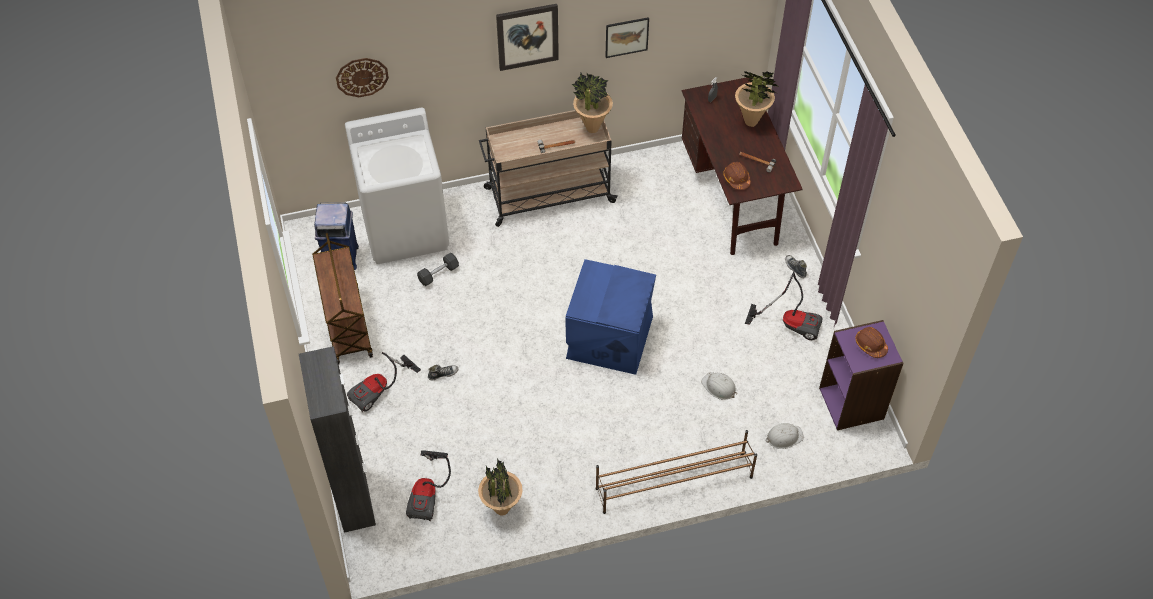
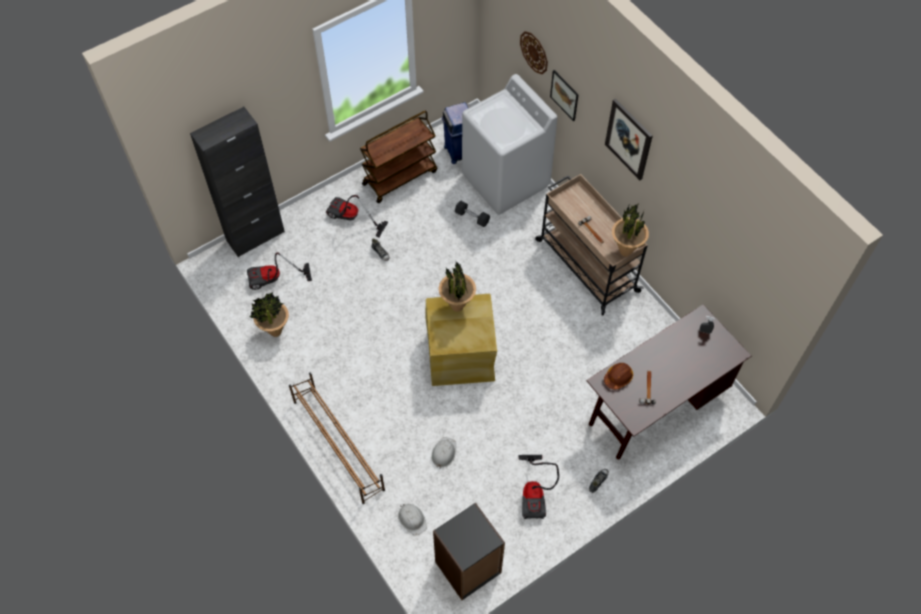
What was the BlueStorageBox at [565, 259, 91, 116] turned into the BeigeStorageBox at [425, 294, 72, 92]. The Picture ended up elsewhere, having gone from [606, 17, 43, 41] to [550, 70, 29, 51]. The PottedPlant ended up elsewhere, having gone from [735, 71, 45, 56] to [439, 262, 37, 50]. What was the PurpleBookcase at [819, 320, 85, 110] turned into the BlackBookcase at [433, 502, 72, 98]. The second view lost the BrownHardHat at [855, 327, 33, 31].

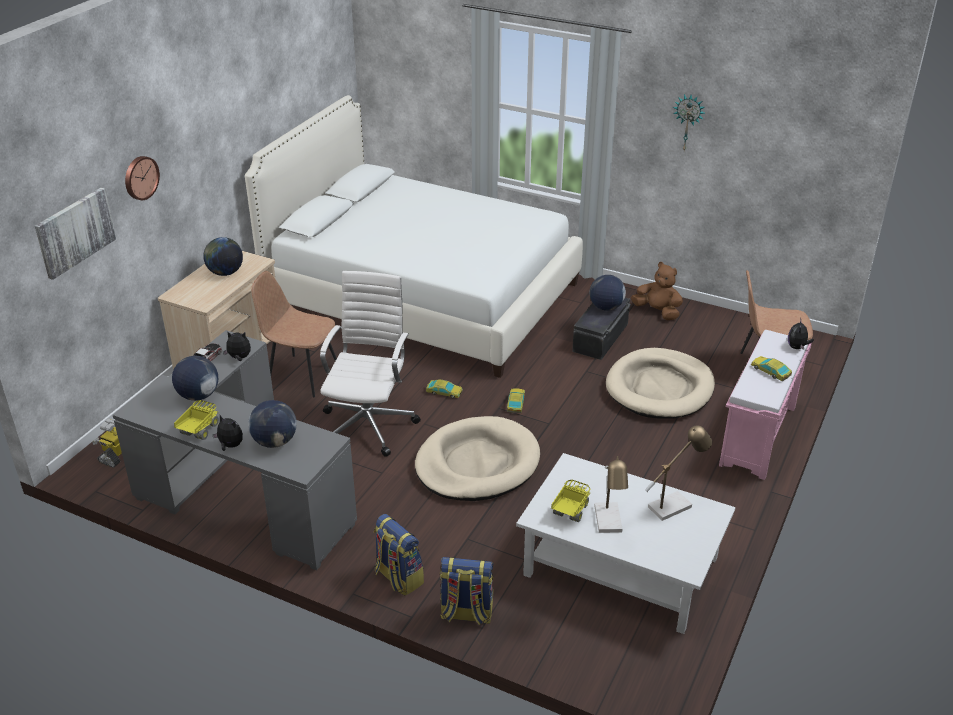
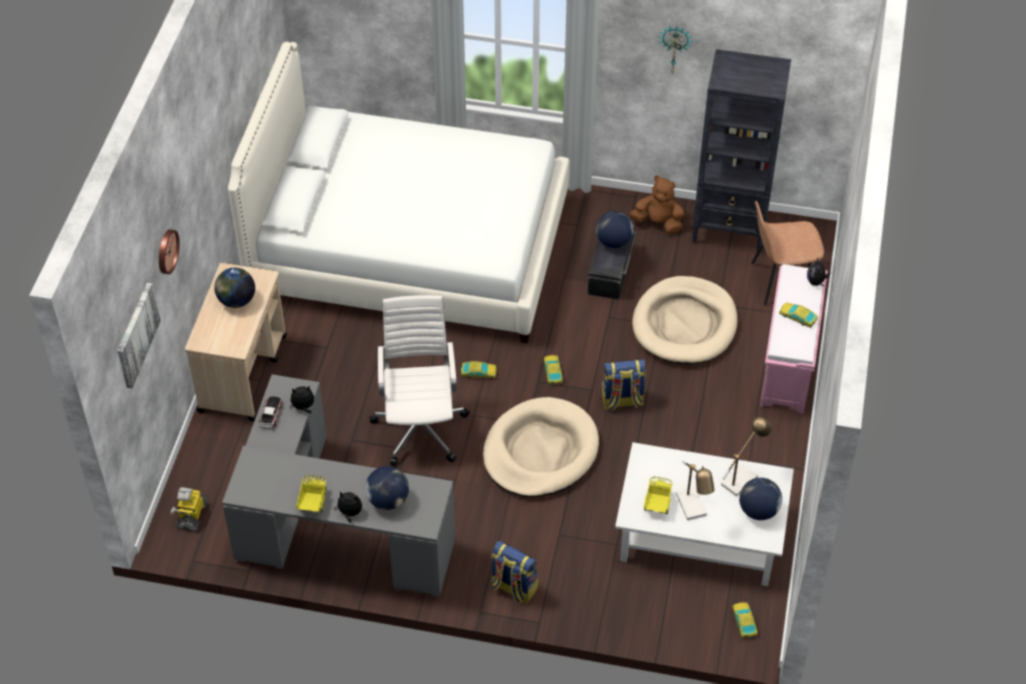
The Globe ended up elsewhere, having gone from [172, 356, 46, 45] to [739, 478, 43, 42]. The second view lost the BrownChair at [251, 271, 86, 126]. The Backpack ended up elsewhere, having gone from [440, 557, 53, 68] to [602, 359, 44, 52]. The second view gained the BlackBookcase at [692, 49, 99, 202]. The second view gained the ToyCar at [732, 602, 25, 37].

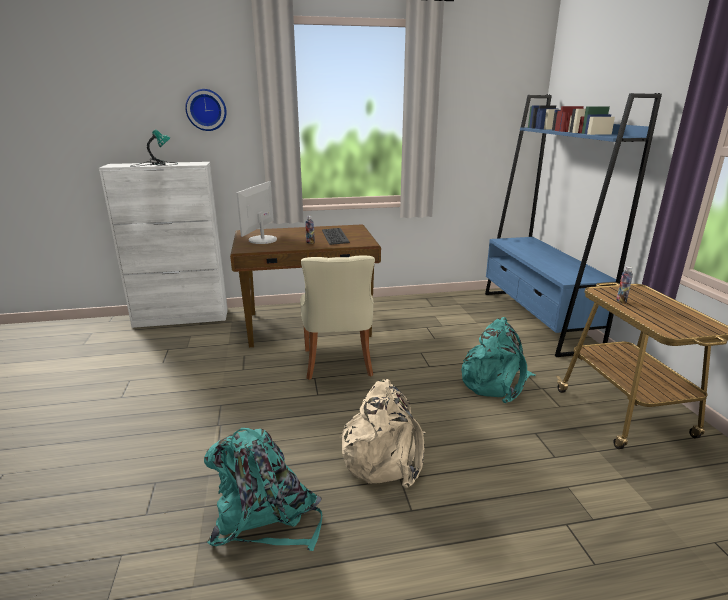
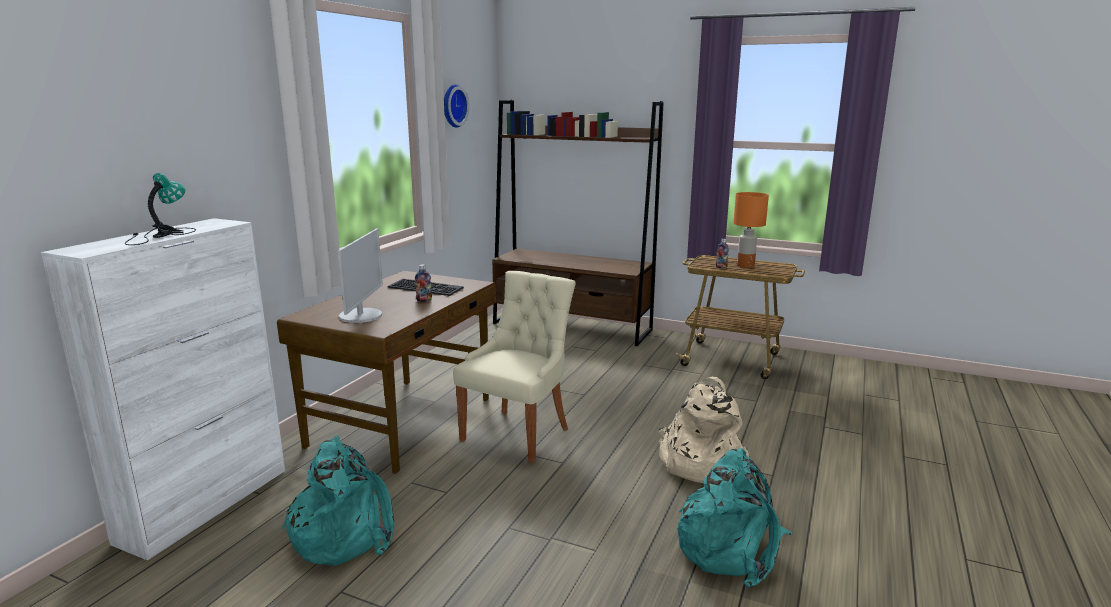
The WallClock ended up elsewhere, having gone from [185, 89, 42, 42] to [444, 84, 25, 44]. The Monitor at [236, 181, 41, 63] ended up facing another way, 135 degrees counterclockwise from before. The BeigeChair at [300, 255, 75, 125] ended up facing another way, 90 degrees counterclockwise from before. The TurquoiseBackpack ended up elsewhere, having gone from [461, 317, 75, 86] to [281, 436, 113, 130]. What was the BlueBookcase at [485, 93, 177, 264] turned into the BrownBookcase at [492, 100, 172, 246]. The second view gained the OrangeTableLamp at [733, 192, 36, 76].

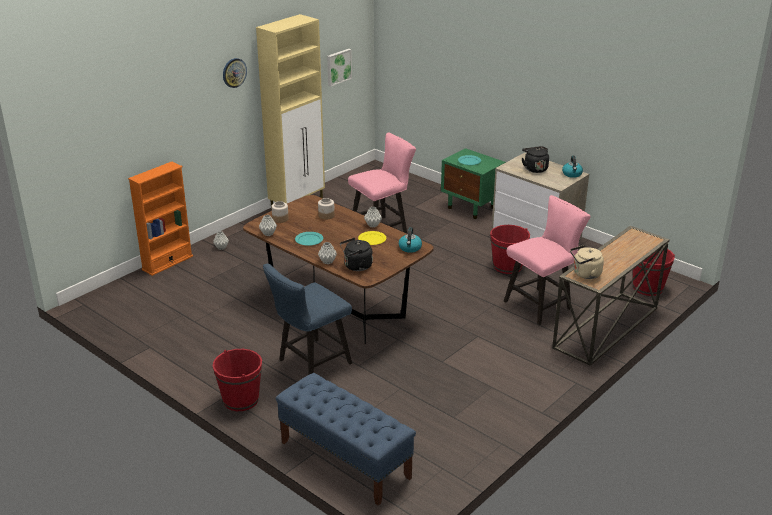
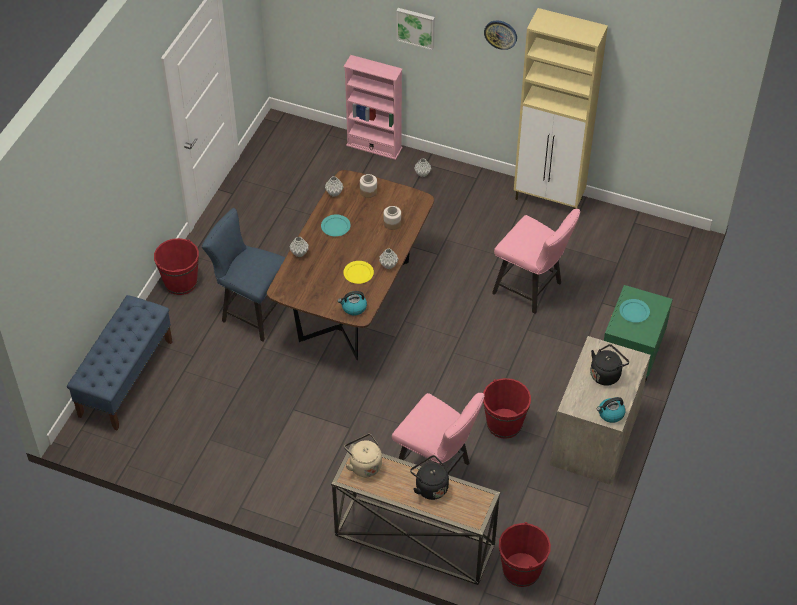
What was the OrangeBookcase at [128, 162, 65, 114] turned into the PinkBookcase at [343, 55, 60, 105]. The Picture ended up elsewhere, having gone from [327, 49, 25, 37] to [396, 8, 39, 42]. The BlackKettle ended up elsewhere, having gone from [340, 238, 33, 33] to [410, 455, 39, 45].

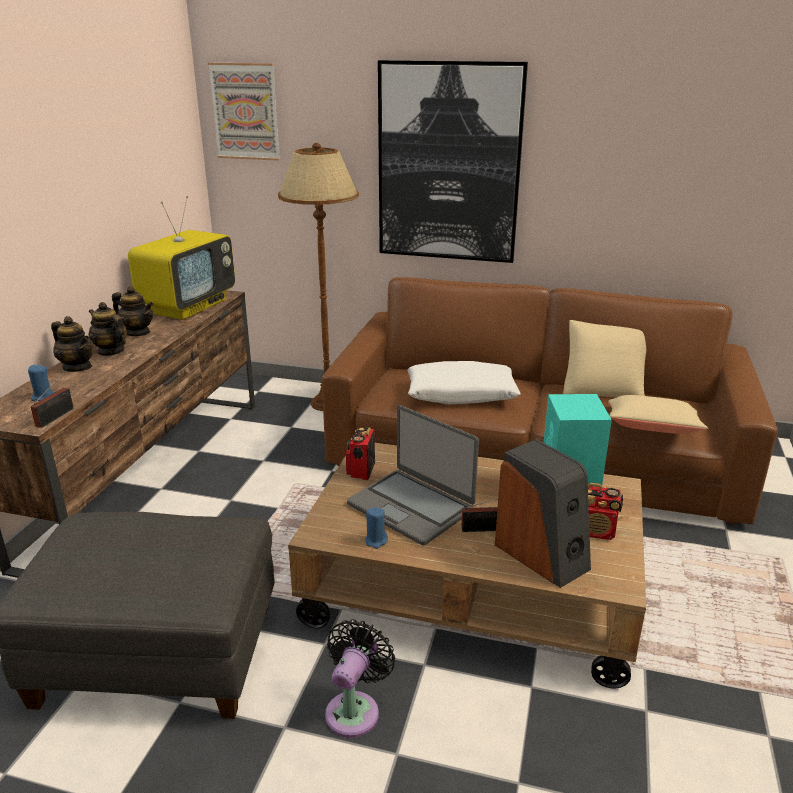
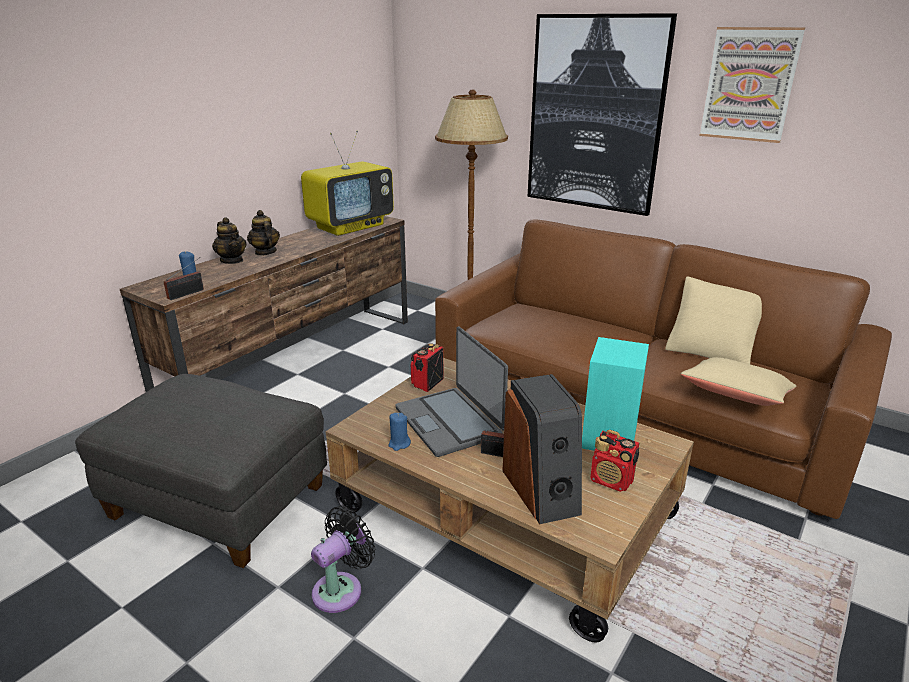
The second view lost the Teapot at [112, 286, 42, 50]. The Picture ended up elsewhere, having gone from [208, 63, 72, 98] to [699, 27, 106, 116]. The second view lost the WhitePillow at [407, 361, 114, 44].

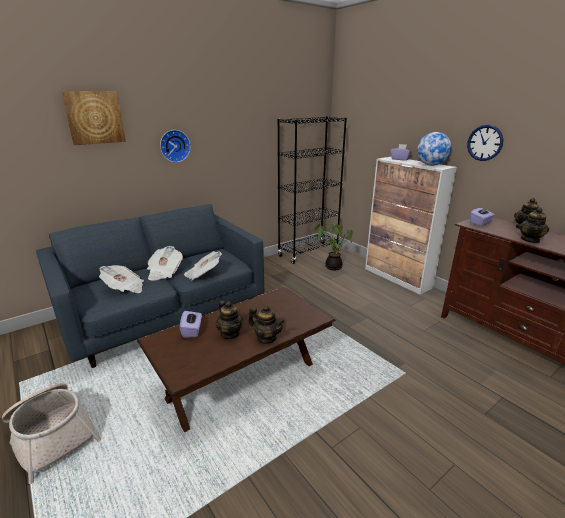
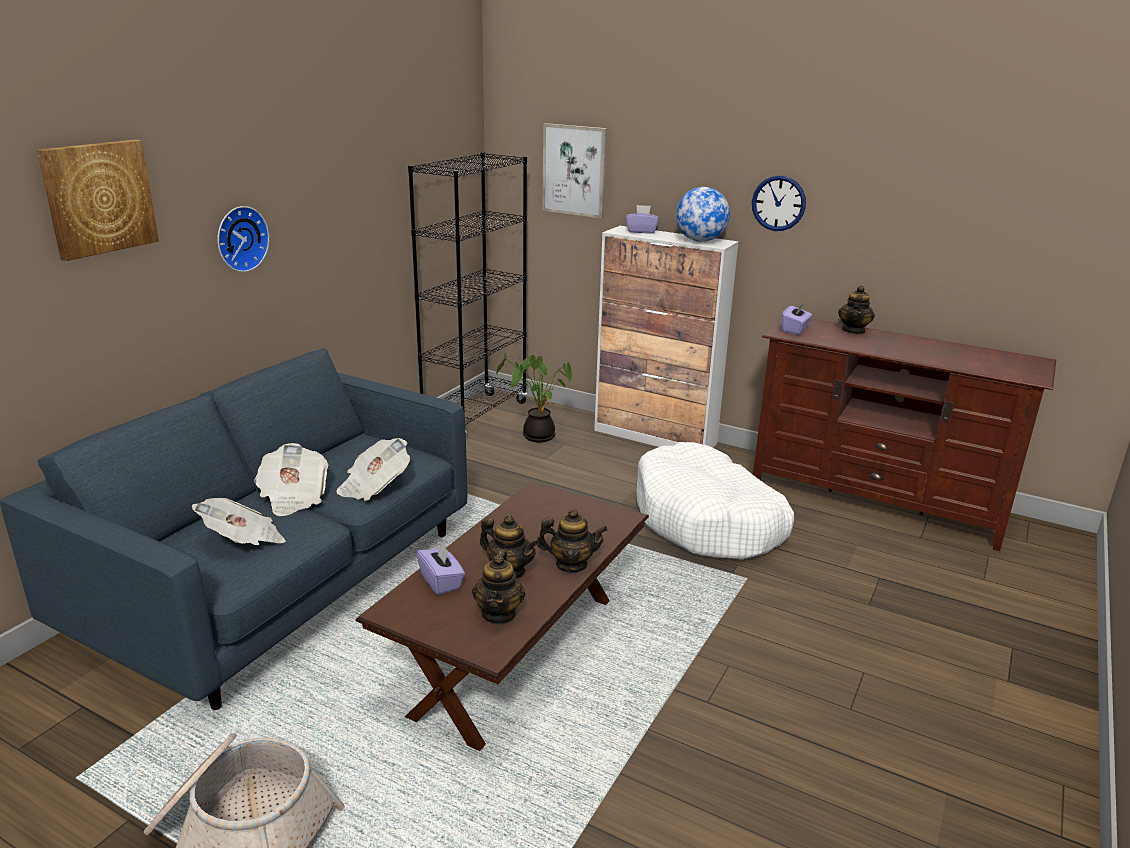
The Teapot ended up elsewhere, having gone from [519, 207, 30, 36] to [472, 550, 53, 75]. The second view gained the Picture at [542, 123, 65, 95]. The second view gained the WhiteDogBed at [637, 442, 157, 118].

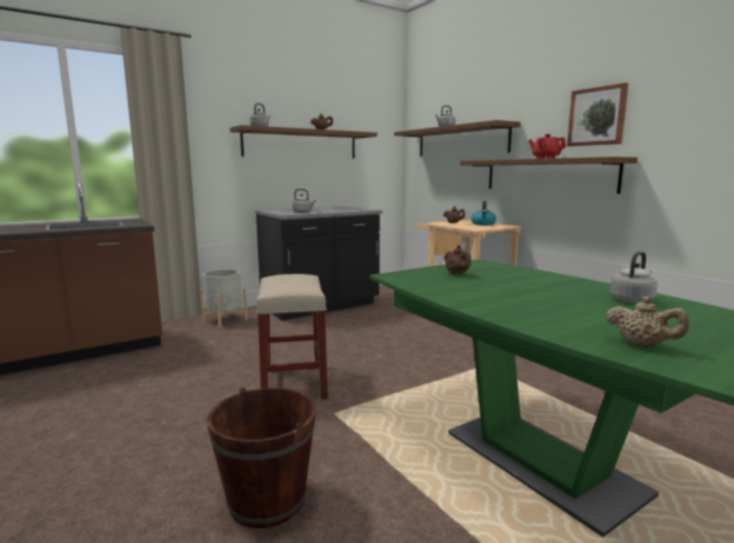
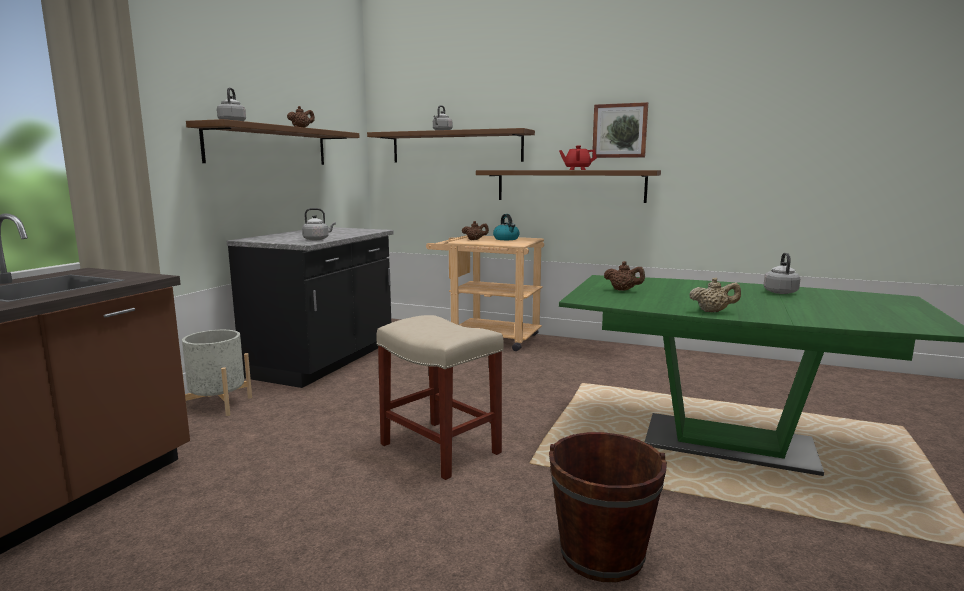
The BeigeTeapot ended up elsewhere, having gone from [606, 296, 83, 51] to [689, 277, 52, 35].

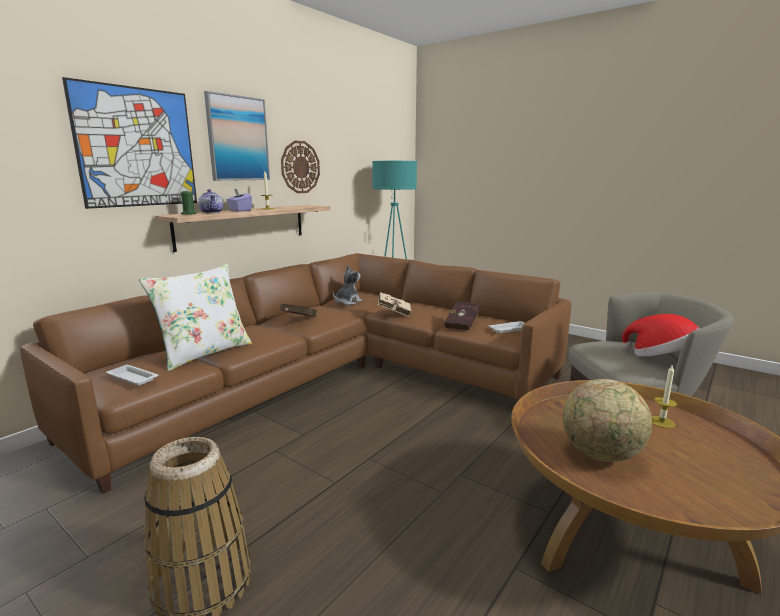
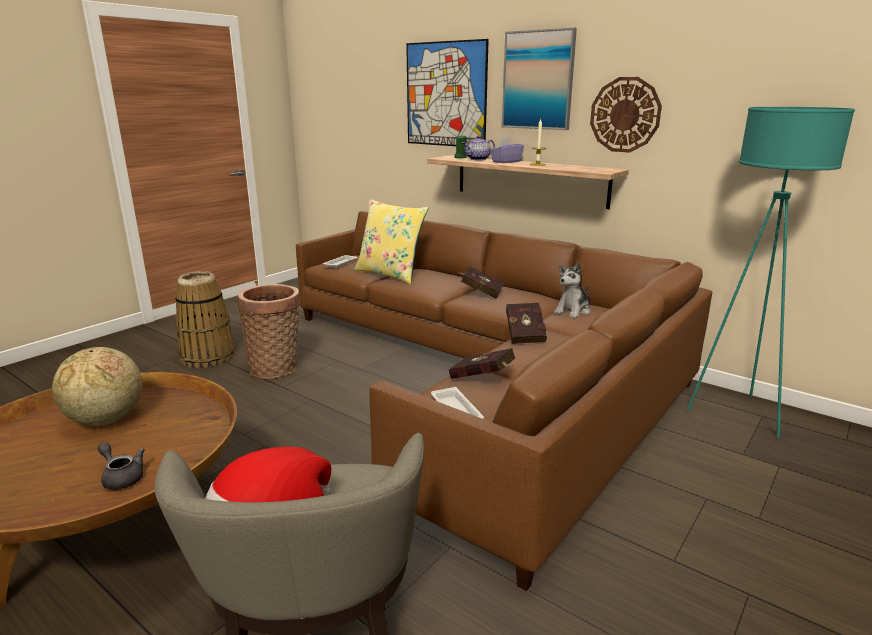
What was the WhitePillow at [139, 264, 113, 107] turned into the YellowPillow at [354, 199, 74, 85]. The PlushToy at [333, 265, 29, 40] ended up facing another way, 90 degrees clockwise from before. What was the BeigeBook at [373, 292, 38, 25] turned into the RedBook at [506, 303, 41, 41]. Where the Candle stood at [652, 364, 25, 64], the GreyTeapot came to stand at [98, 442, 47, 48]. The second view gained the Basket at [238, 284, 62, 95].

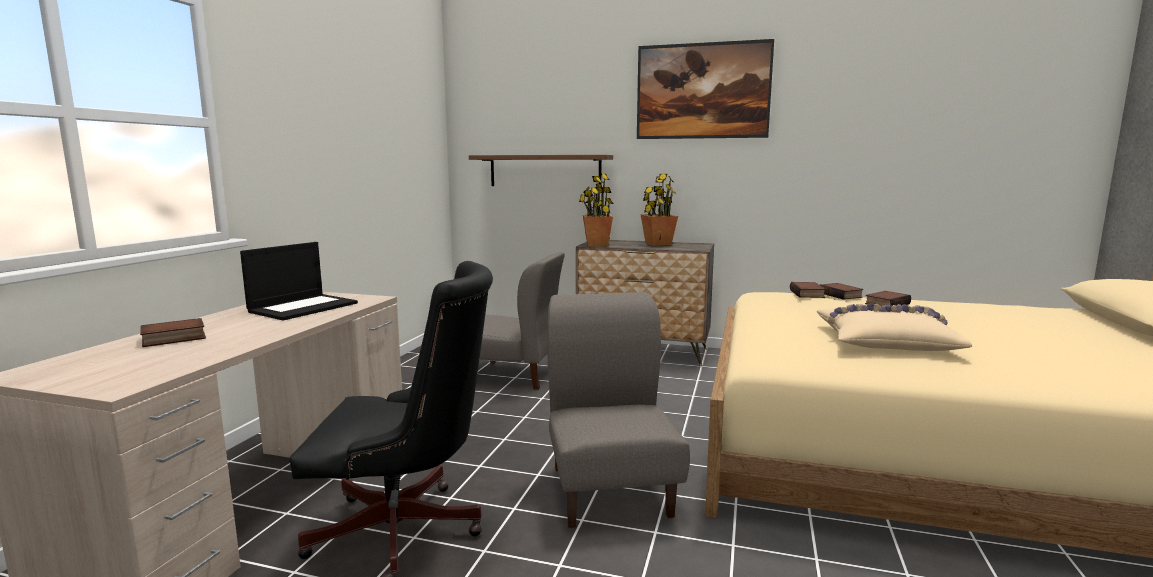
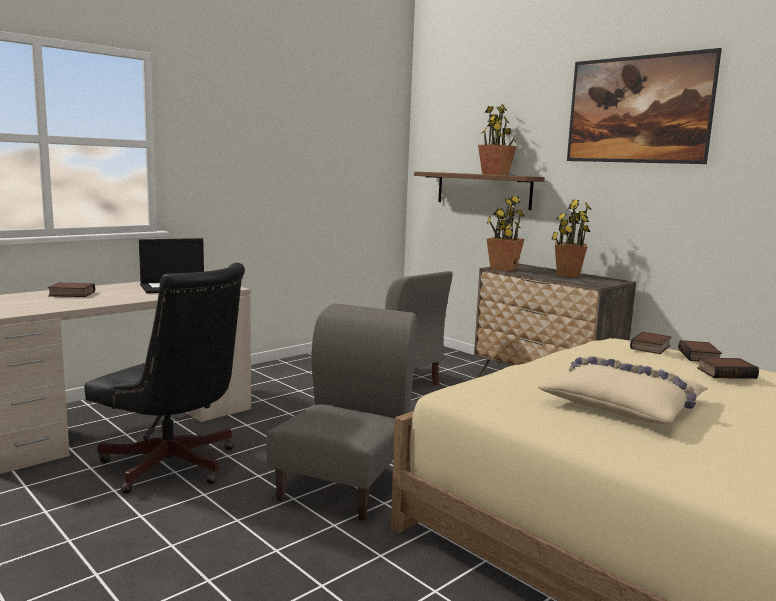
The second view gained the PottedPlant at [478, 104, 38, 71].

